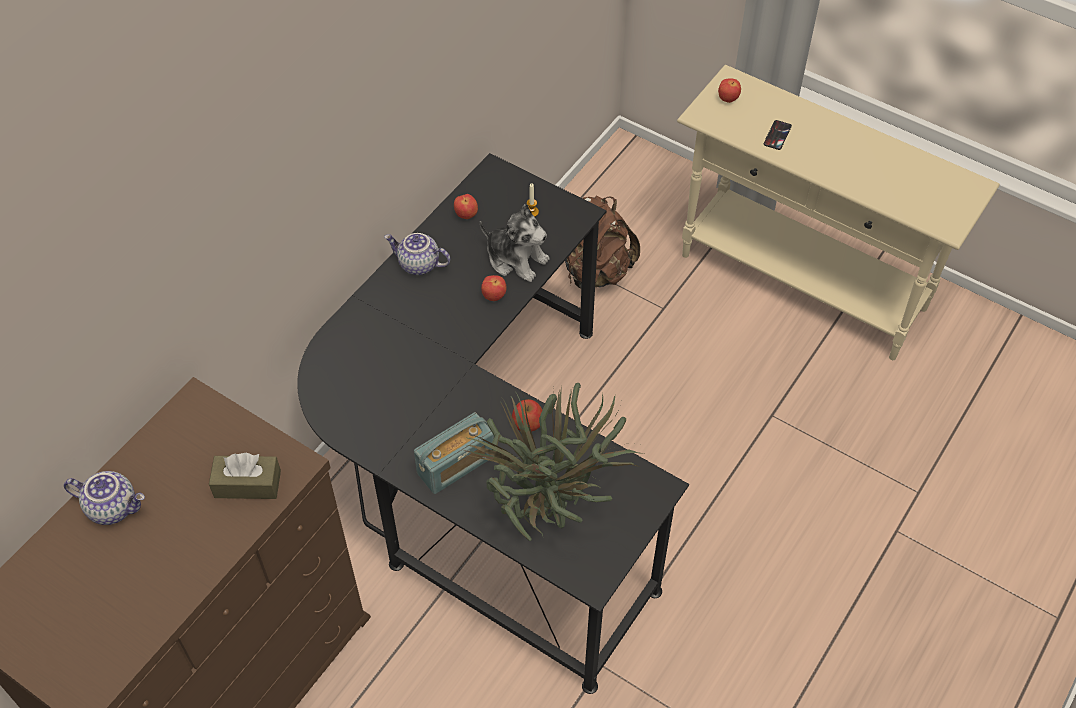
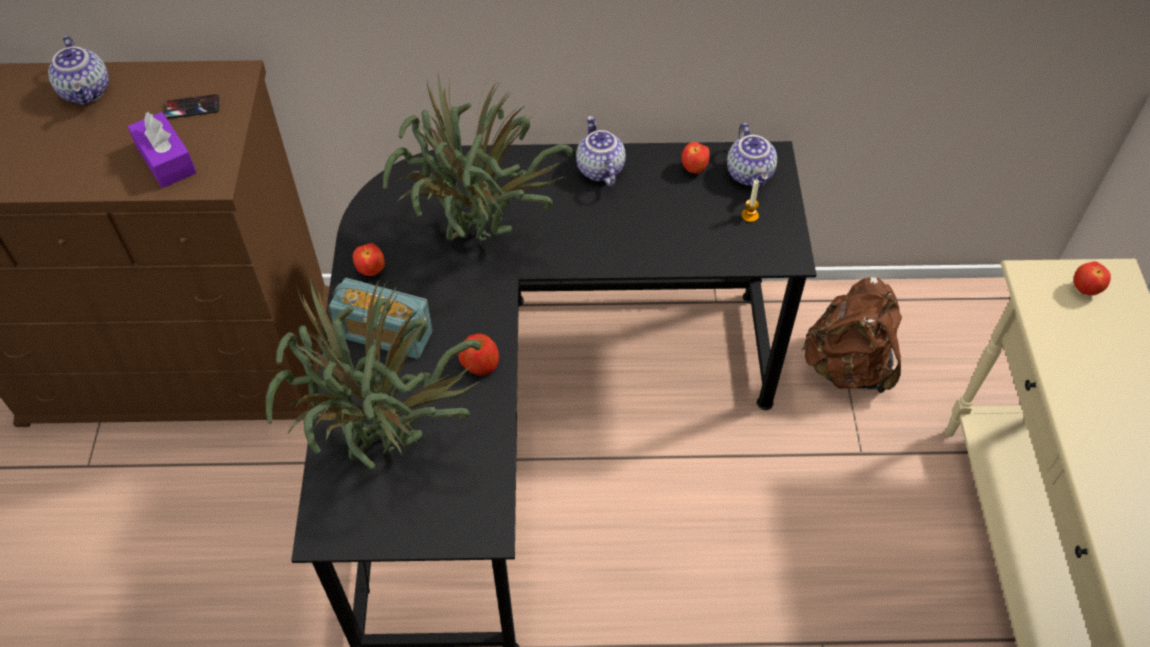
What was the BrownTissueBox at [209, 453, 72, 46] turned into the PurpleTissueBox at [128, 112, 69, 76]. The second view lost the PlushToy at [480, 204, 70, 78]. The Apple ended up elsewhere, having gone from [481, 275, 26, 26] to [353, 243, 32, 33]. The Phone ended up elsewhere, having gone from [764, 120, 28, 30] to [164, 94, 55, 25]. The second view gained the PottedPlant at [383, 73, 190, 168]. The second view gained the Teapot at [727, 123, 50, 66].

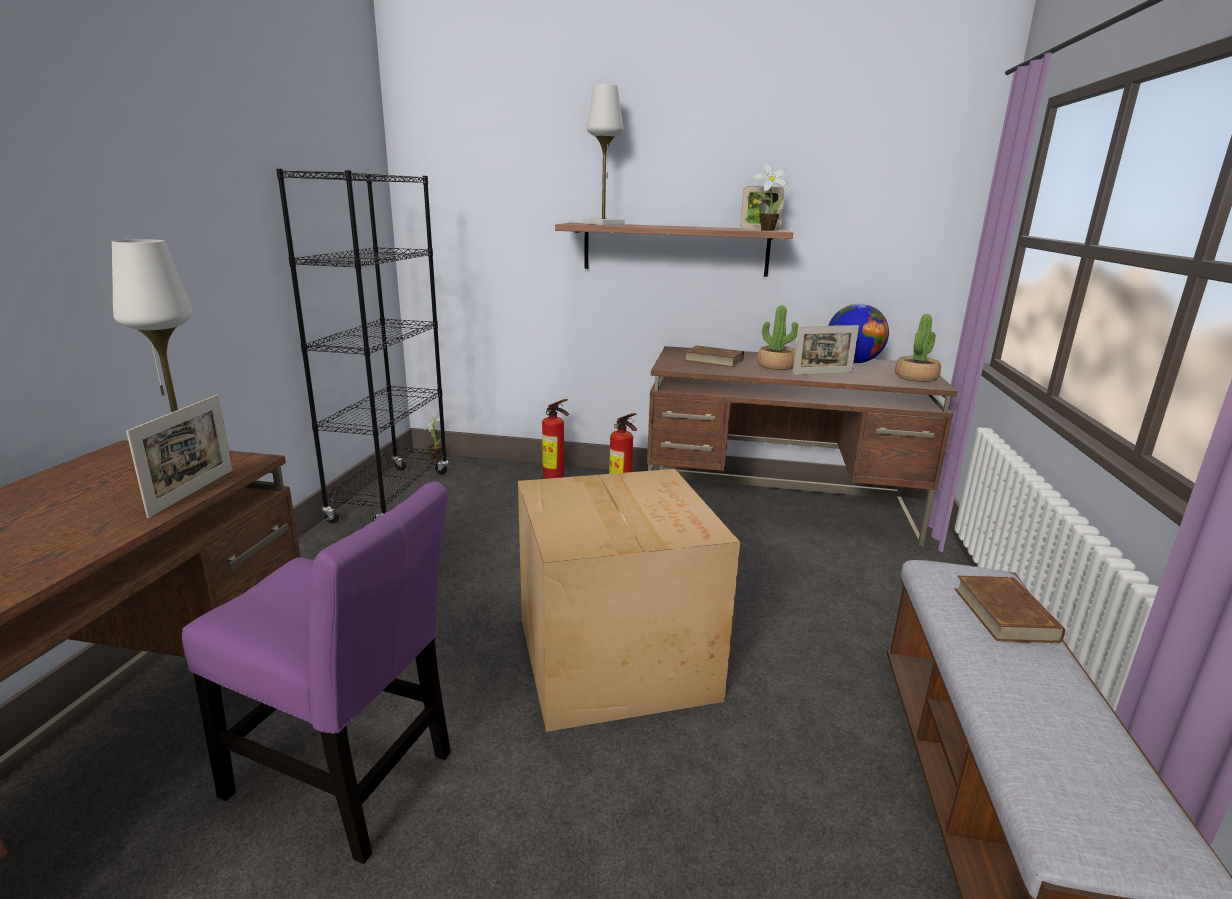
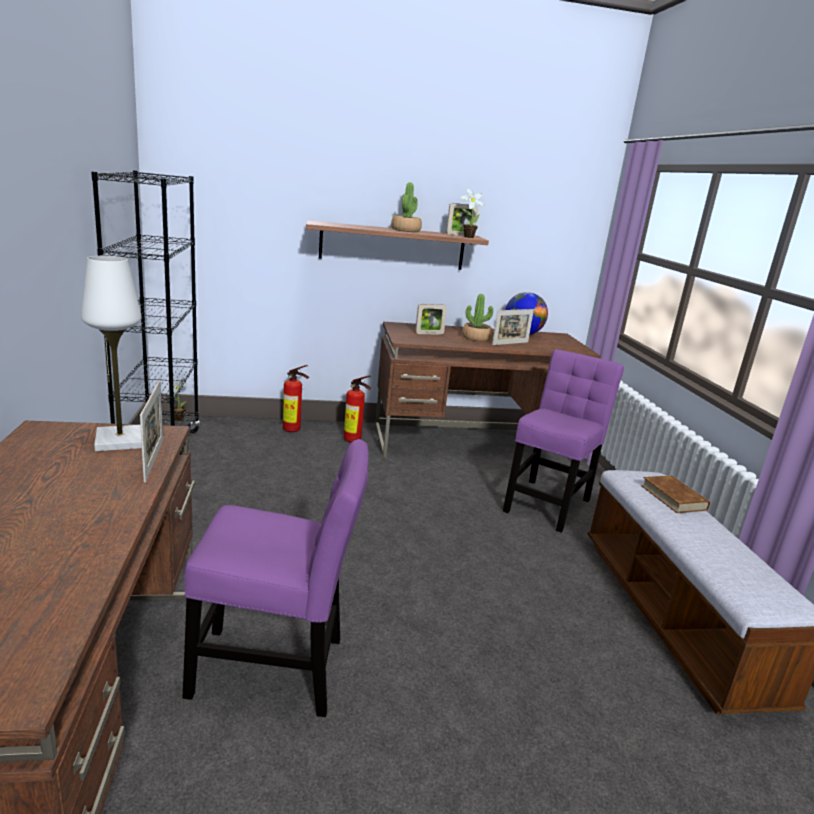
The second view lost the CardboardBox at [518, 469, 222, 263]. The second view lost the WhiteTableLamp at [583, 84, 41, 141]. Where the BrownBook stood at [684, 345, 60, 22], the PictureFrame came to stand at [415, 304, 32, 31]. The PottedPlant ended up elsewhere, having gone from [895, 314, 46, 68] to [391, 182, 31, 50]. The second view gained the PurpleChair at [503, 349, 121, 184].

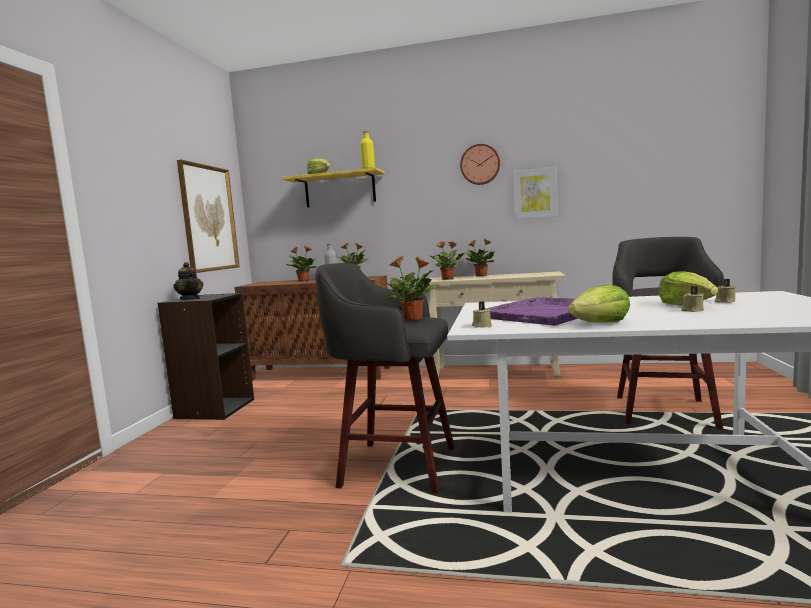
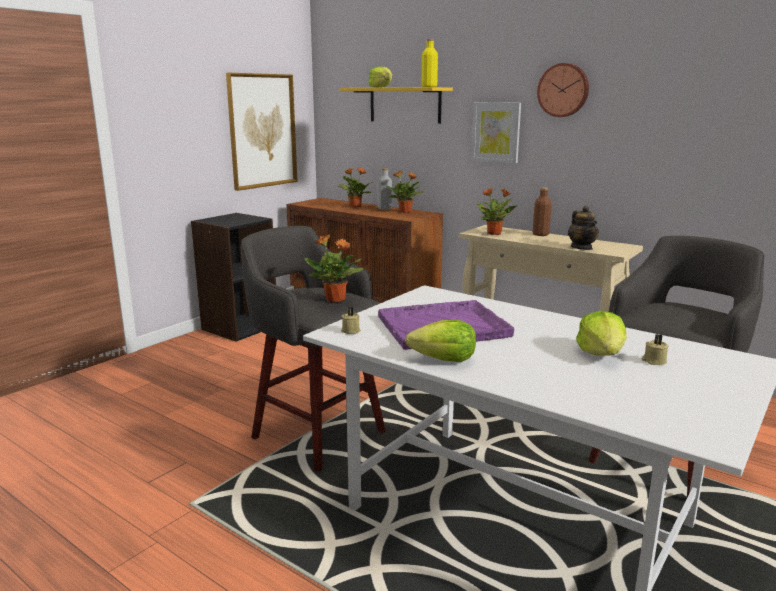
The Teapot ended up elsewhere, having gone from [173, 262, 30, 38] to [568, 206, 31, 44]. Where the PottedPlant stood at [465, 238, 30, 39], the BrownBottle came to stand at [533, 187, 19, 49]. The Picture ended up elsewhere, having gone from [513, 167, 45, 53] to [472, 102, 49, 61]. The second view lost the BeigeCandle at [681, 286, 23, 26].

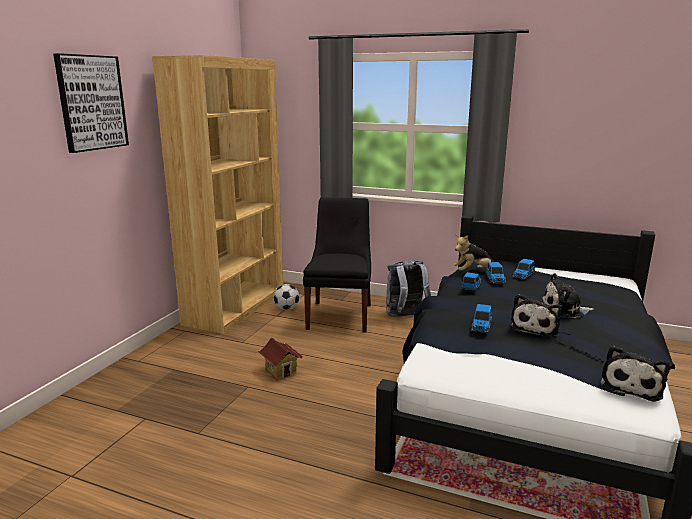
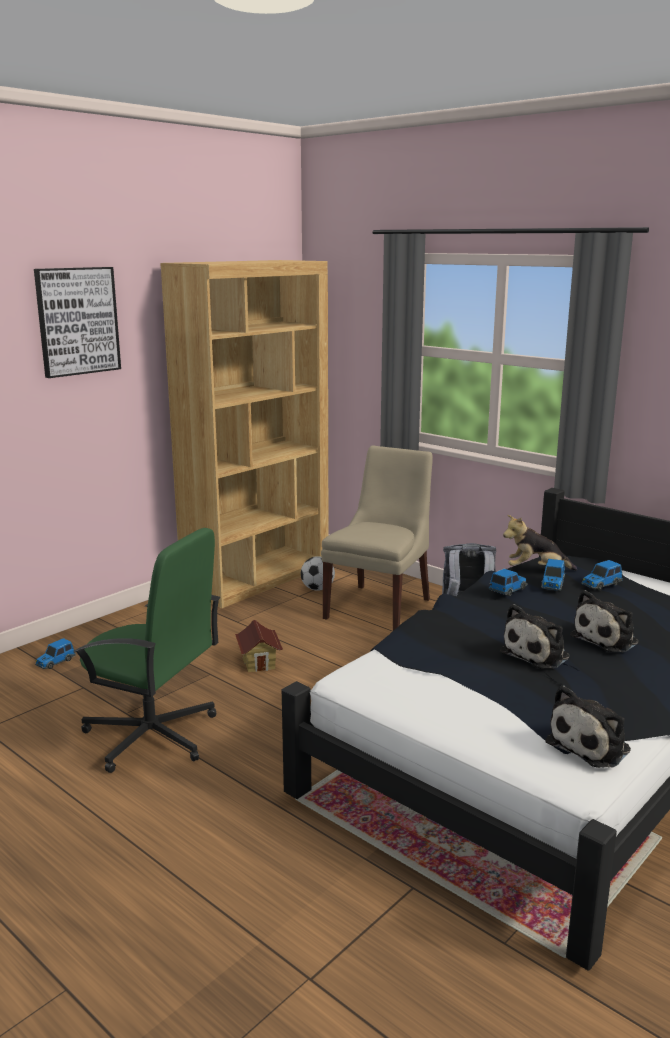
What was the BlackChair at [303, 197, 68, 136] turned into the BeigeChair at [321, 446, 112, 185]. The ToyCar ended up elsewhere, having gone from [471, 304, 21, 29] to [35, 638, 41, 31]. The PlushToy at [541, 273, 53, 45] ended up facing another way, 60 degrees counterclockwise from before. The second view gained the GreenOfficeChair at [74, 528, 146, 245].

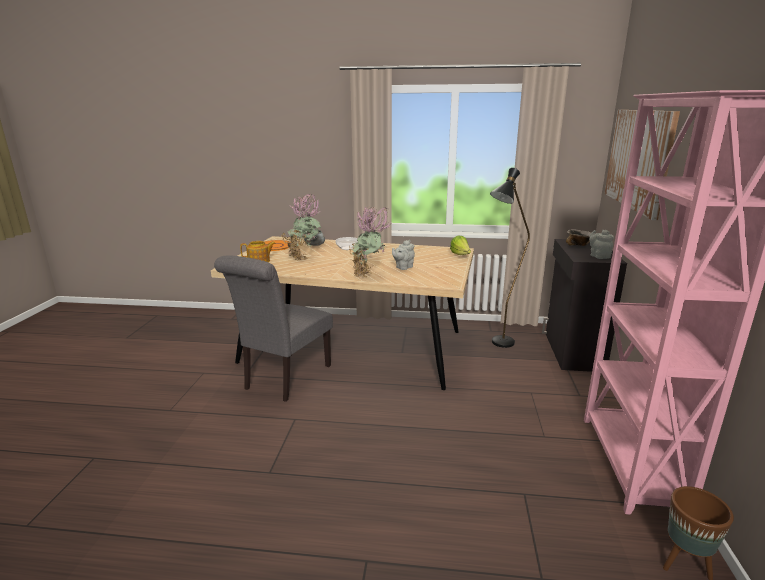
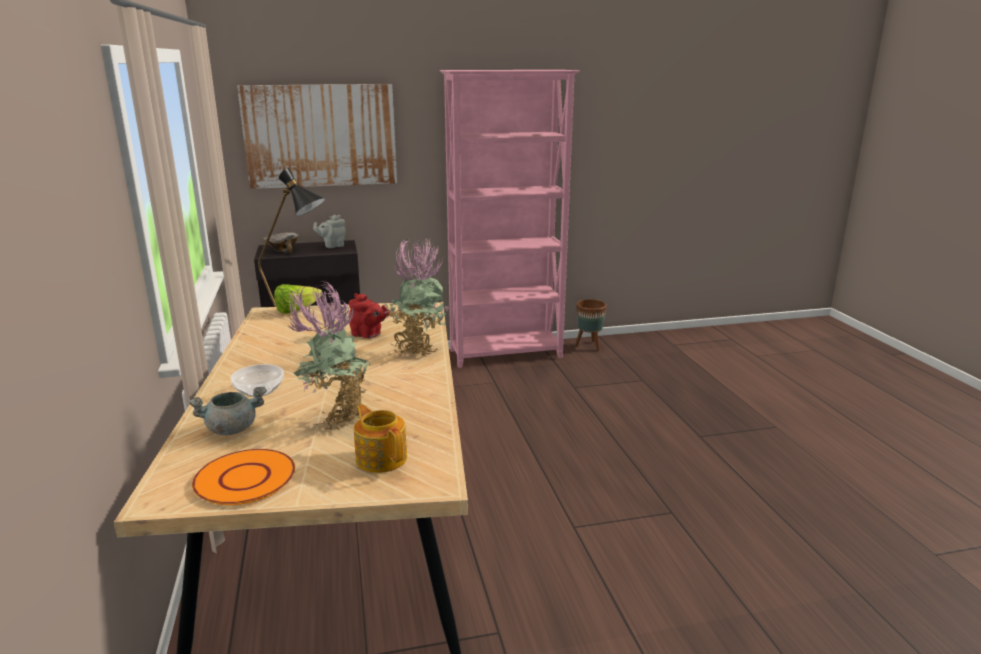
The second view lost the GreyChair at [214, 256, 119, 146]. What was the GreyTeapot at [392, 240, 23, 30] turned into the RedTeapot at [349, 293, 40, 45].

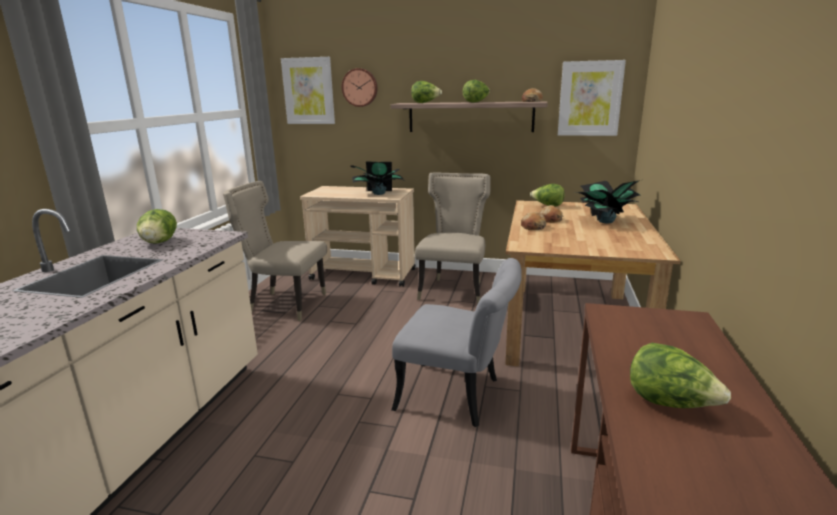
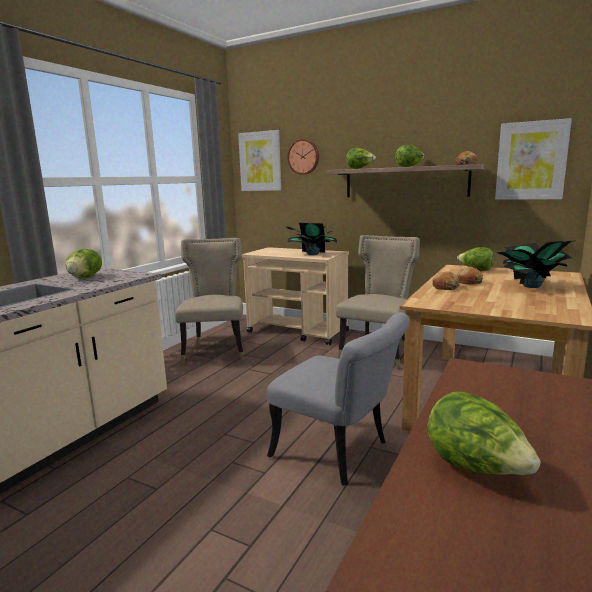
The BeigeChair at [223, 181, 104, 140] ended up facing another way, 60 degrees clockwise from before.

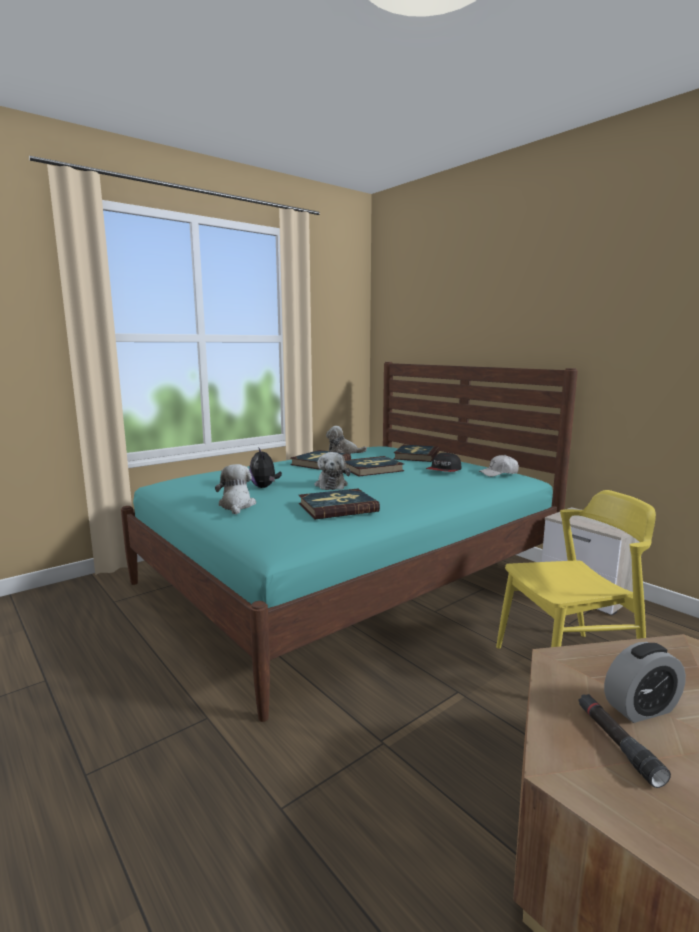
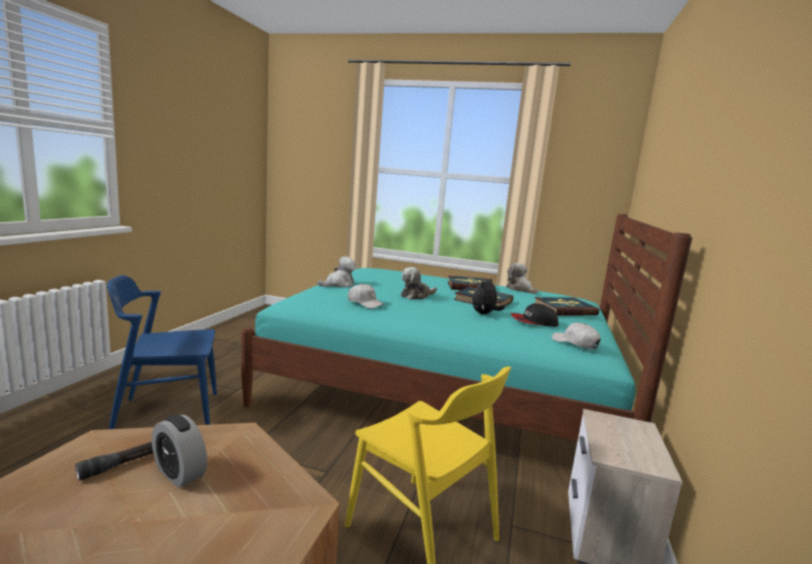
The PlushToy ended up elsewhere, having gone from [249, 447, 33, 41] to [472, 278, 33, 36]. Where the Book stood at [299, 488, 81, 31], the WhiteCap came to stand at [348, 283, 37, 26]. The second view gained the BlueChair at [107, 275, 110, 154].

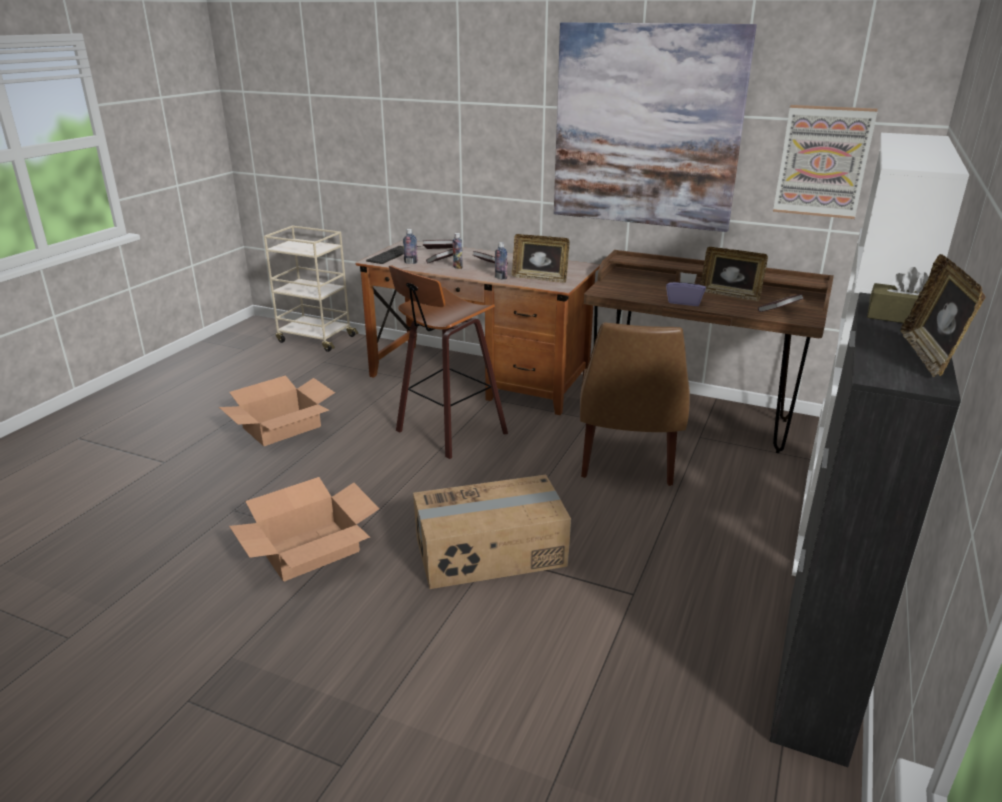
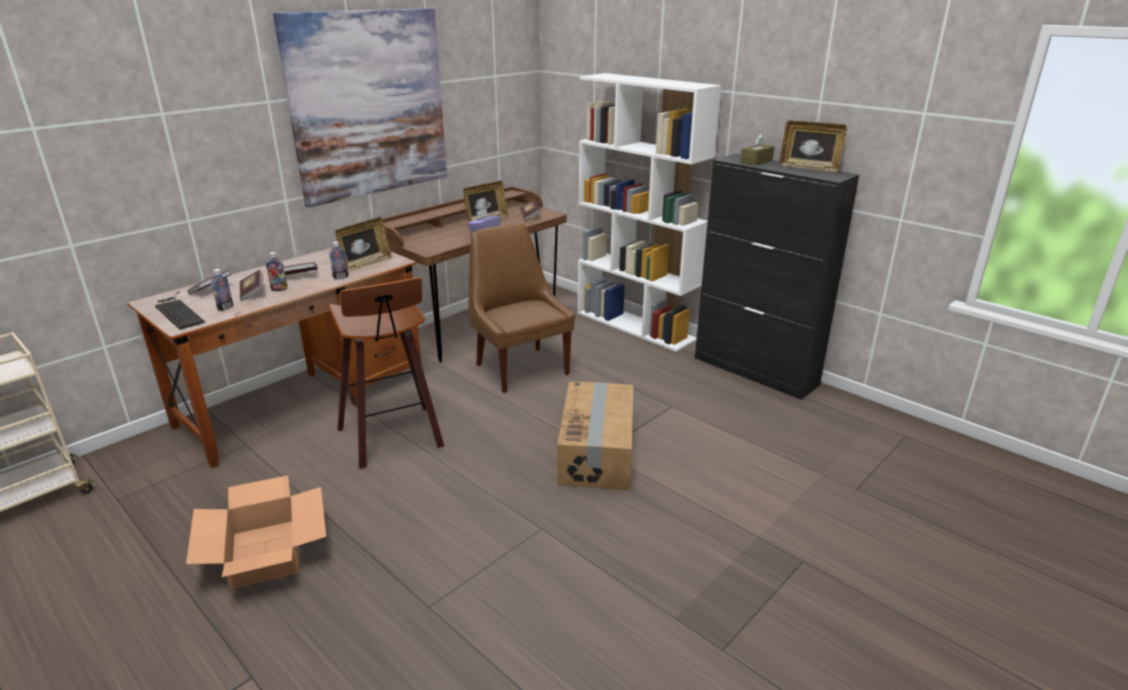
The second view lost the CardboardBox at [229, 477, 151, 104]. The BrownChair at [580, 323, 110, 163] ended up facing another way, 150 degrees counterclockwise from before. The second view lost the Picture at [773, 105, 105, 114].

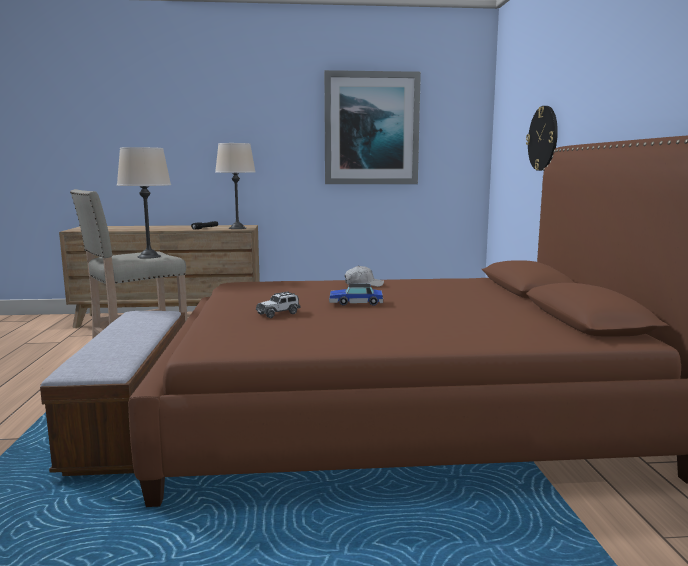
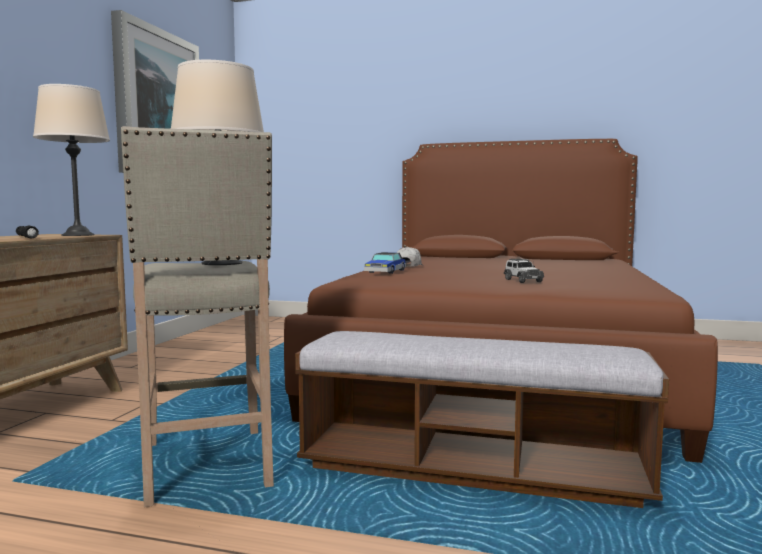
The ToyCar ended up elsewhere, having gone from [329, 284, 54, 22] to [364, 252, 42, 22]. The second view lost the WallClock at [526, 106, 32, 65].

